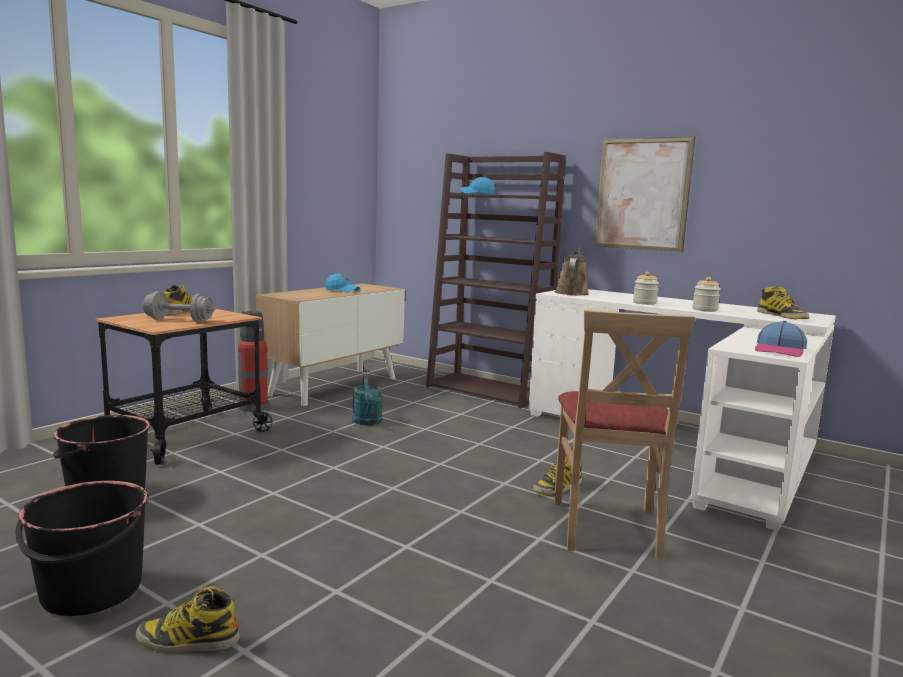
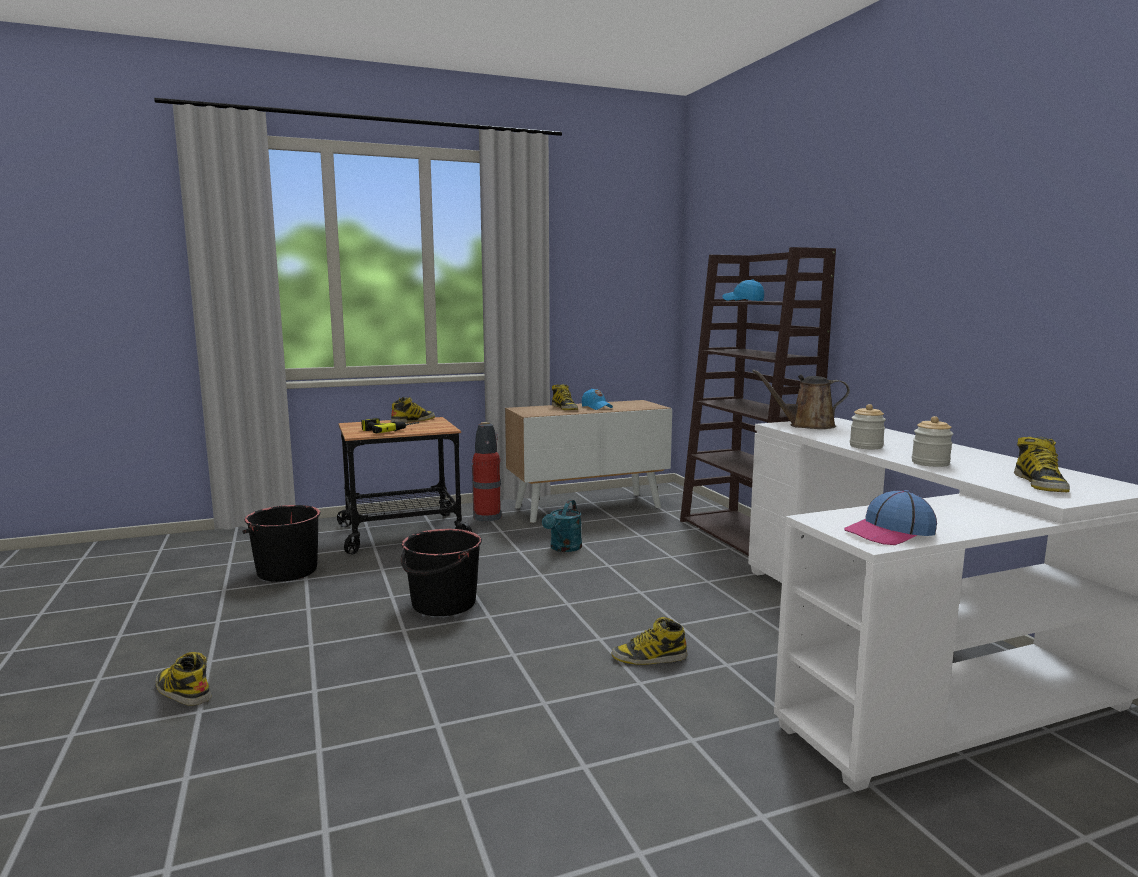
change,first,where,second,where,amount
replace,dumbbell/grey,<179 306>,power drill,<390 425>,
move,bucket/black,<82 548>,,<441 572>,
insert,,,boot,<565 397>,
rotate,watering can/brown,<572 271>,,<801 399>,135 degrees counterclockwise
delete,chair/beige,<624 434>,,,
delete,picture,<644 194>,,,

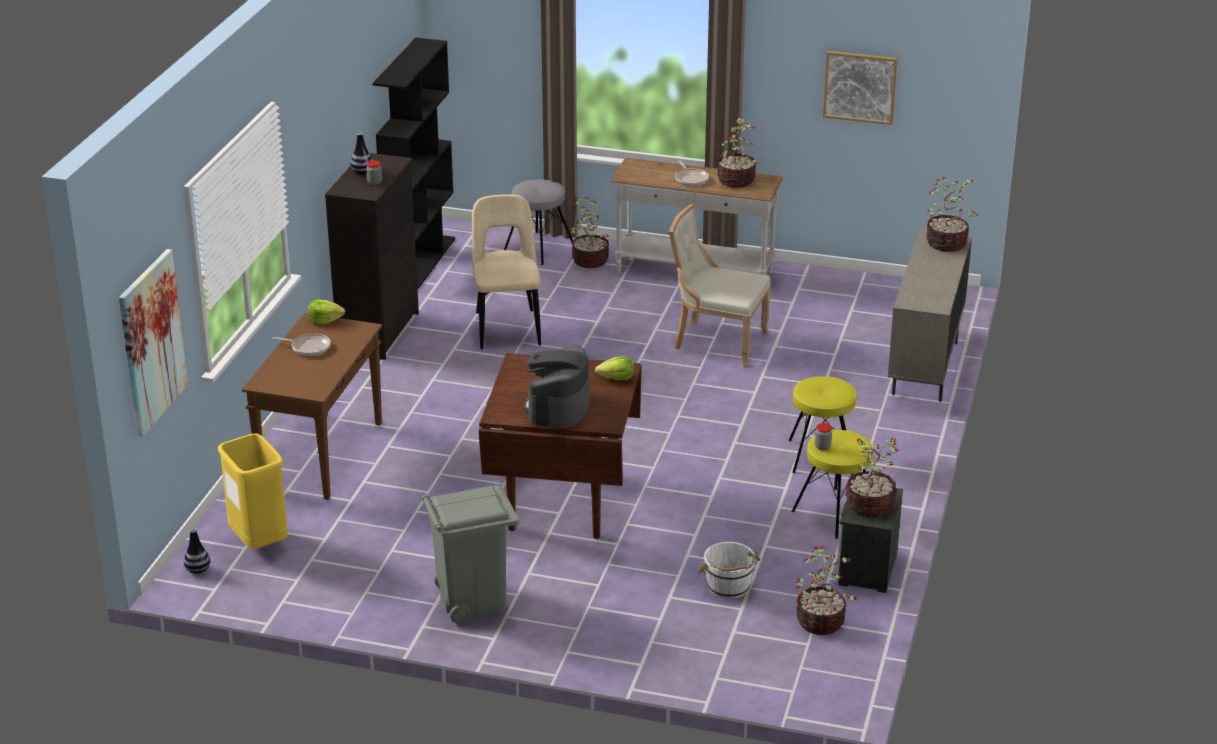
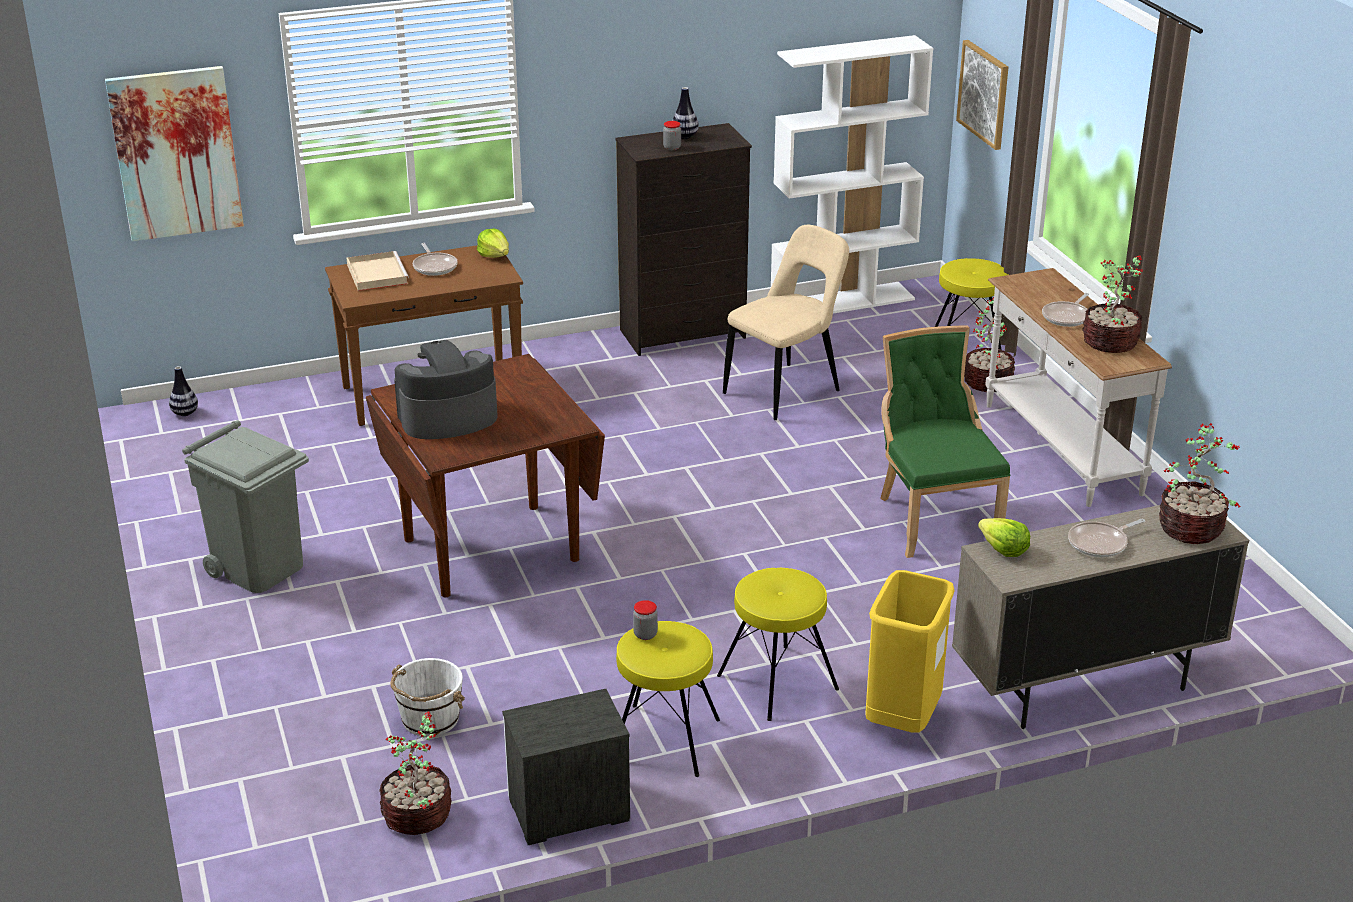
change,first,where,second,where,amount
insert,,,tray/beige,<378 271>,
recolor,bookcase/black,<413 163>,bookcase/white,<852 174>,
move,trash can/yellow,<253 491>,,<910 651>,
recolor,chair/beige,<720 285>,chair/green,<945 442>,
recolor,stool/grey,<538 222>,stool/yellow,<971 304>,
move,picture,<860 88>,,<982 95>,
move,lettuce,<614 368>,,<1004 537>,
insert,,,frying pan,<1106 538>,
delete,potted plant,<872 477>,,,

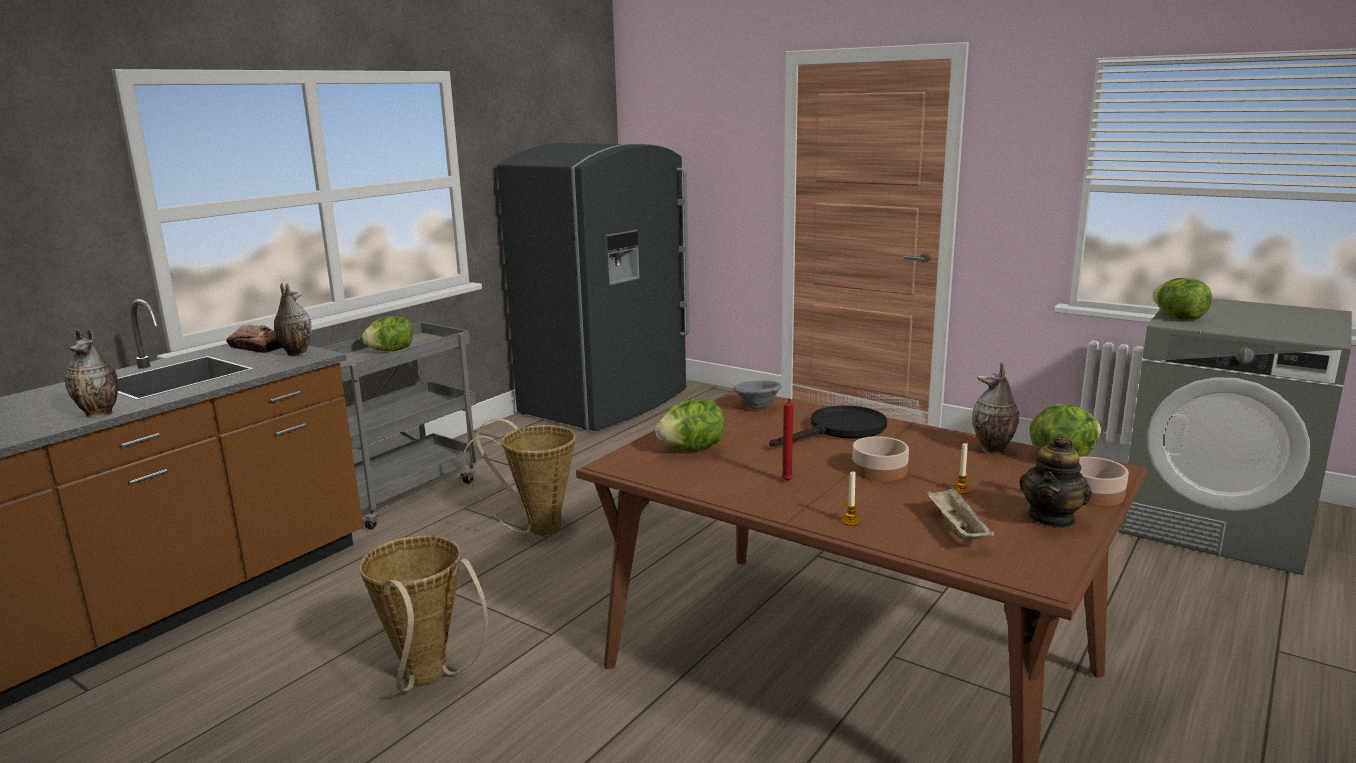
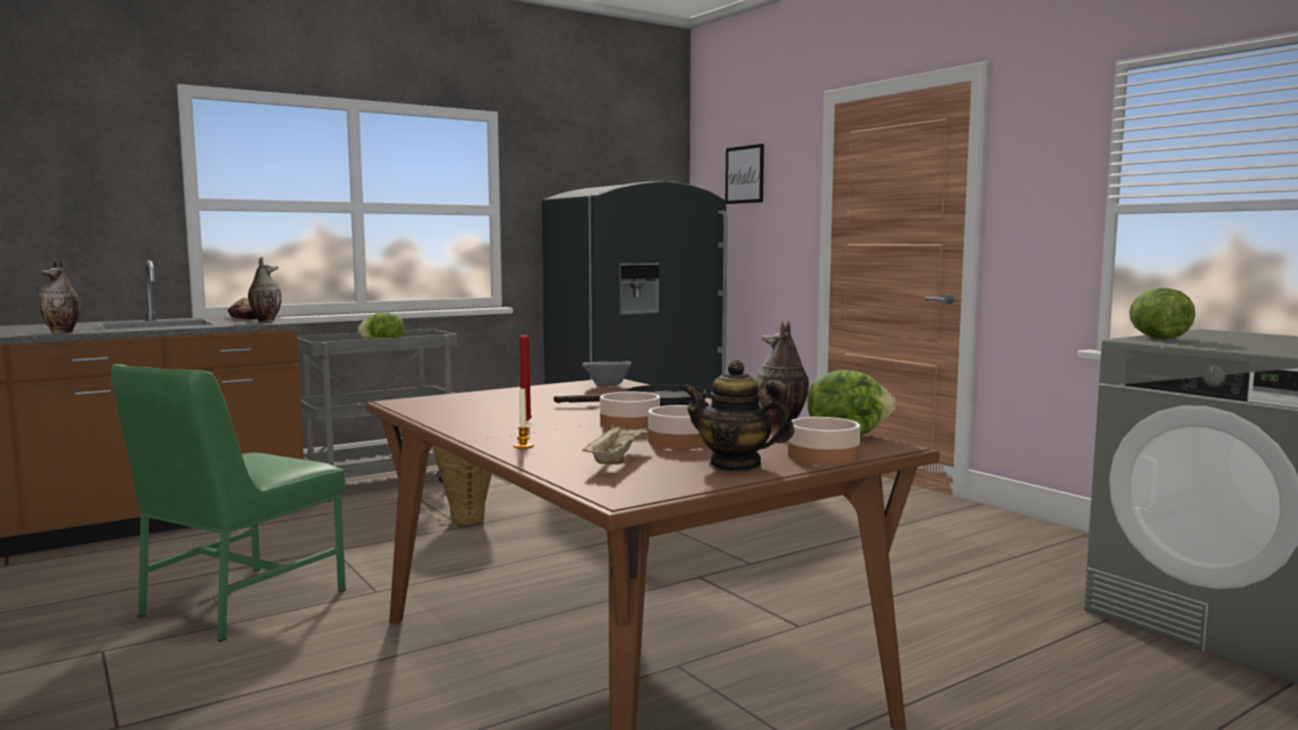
change,first,where,second,where,amount
replace,basket,<423 613>,chair/green,<228 503>,
replace,candle,<961 468>,bowl,<677 427>,
rotate,teapot,<1055 481>,,<738 415>,60 degrees clockwise
insert,,,picture,<744 174>,
delete,lettuce,<690 424>,,,

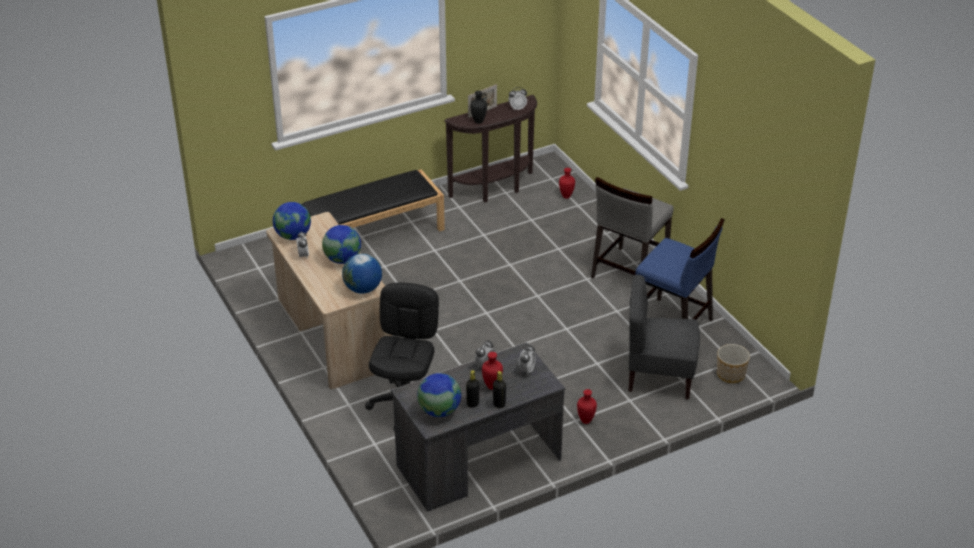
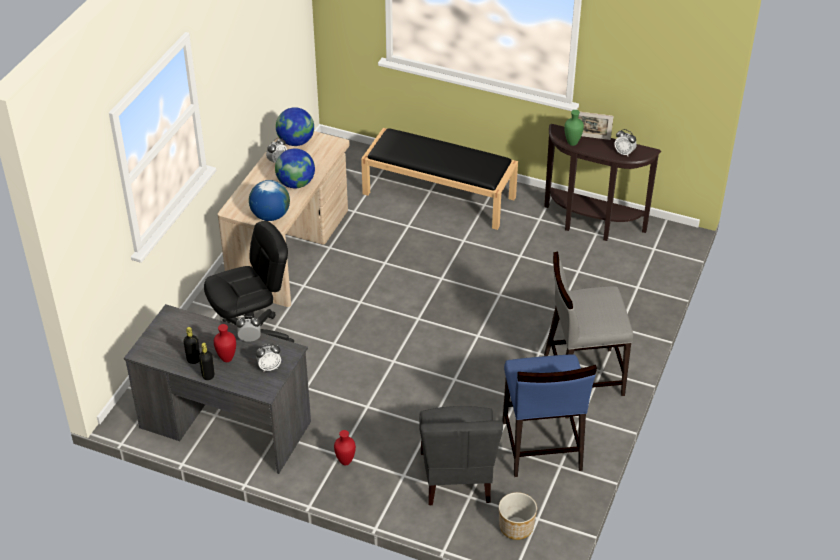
change,first,where,second,where,amount
rotate,chair/grey,<664 337>,,<461 455>,150 degrees counterclockwise
recolor,vase/black,<478 107>,vase/green,<574 128>,
delete,globe,<439 395>,,,
delete,vase/red,<567 183>,,,

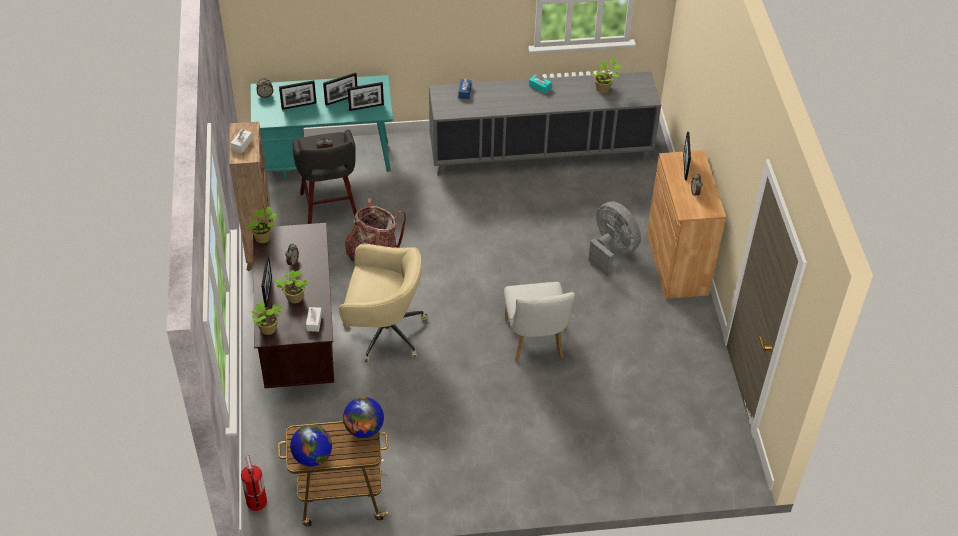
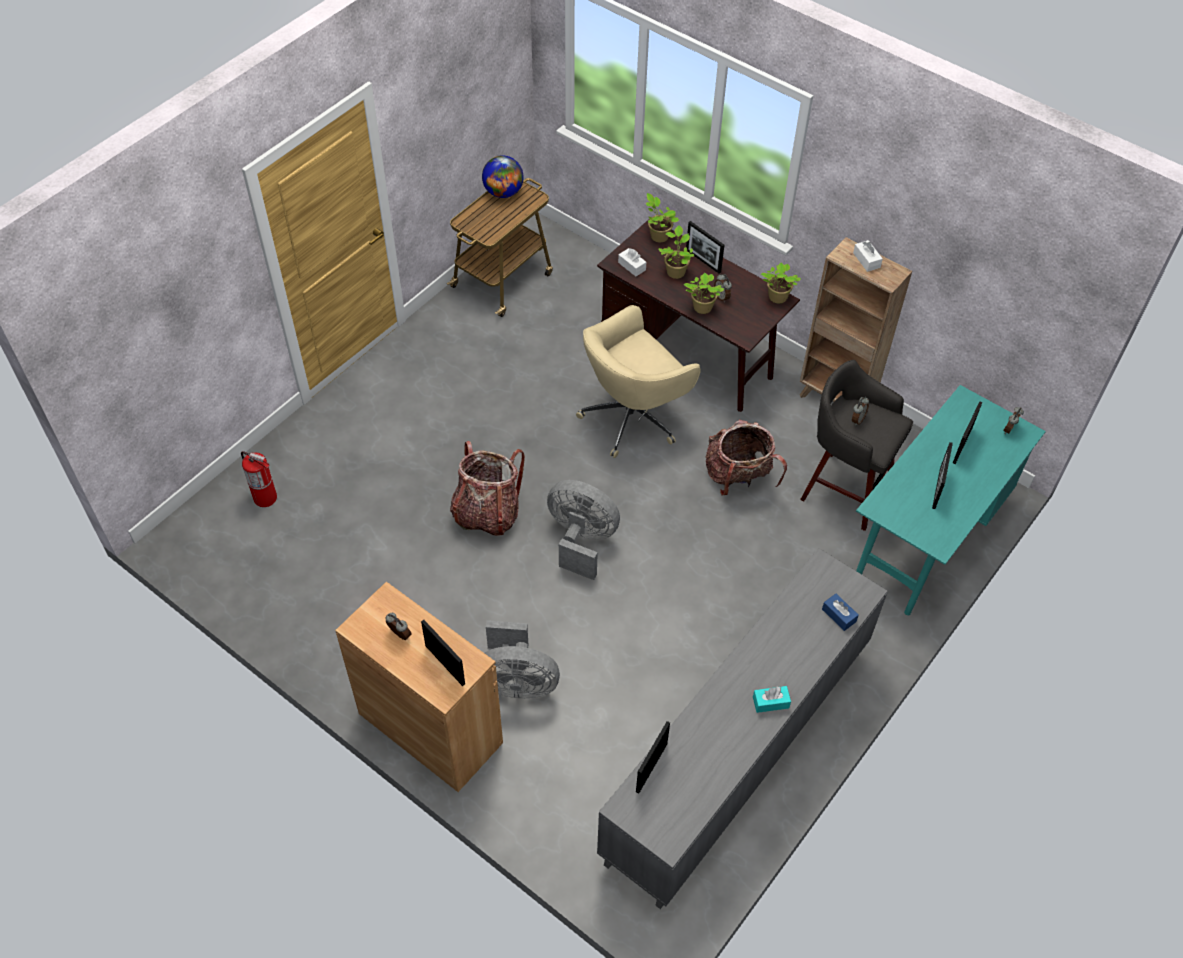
change,first,where,second,where,amount
move,fire extinguisher,<254 483>,,<259 479>,
replace,chair/white,<539 322>,backpack,<487 488>,
insert,,,fan/grey,<583 530>,
move,picture frame,<365 96>,,<653 757>,
move,potted plant,<607 75>,,<704 293>,
delete,globe,<363 417>,,,

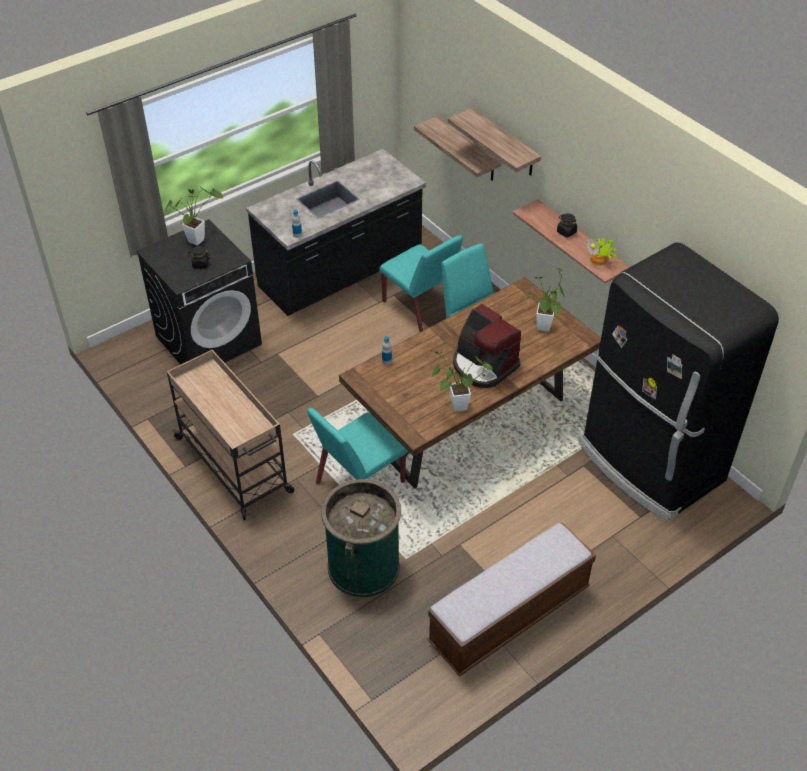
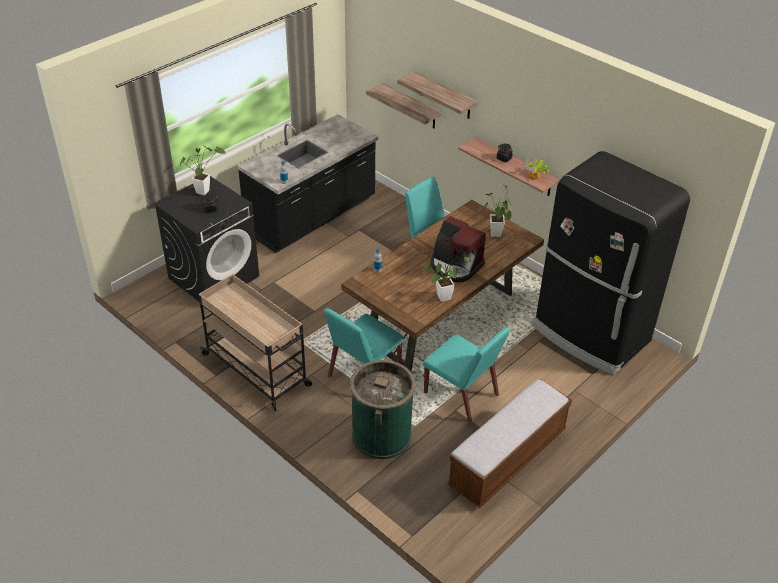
change,first,where,second,where,amount
move,chair/turquoise,<421 283>,,<466 374>,

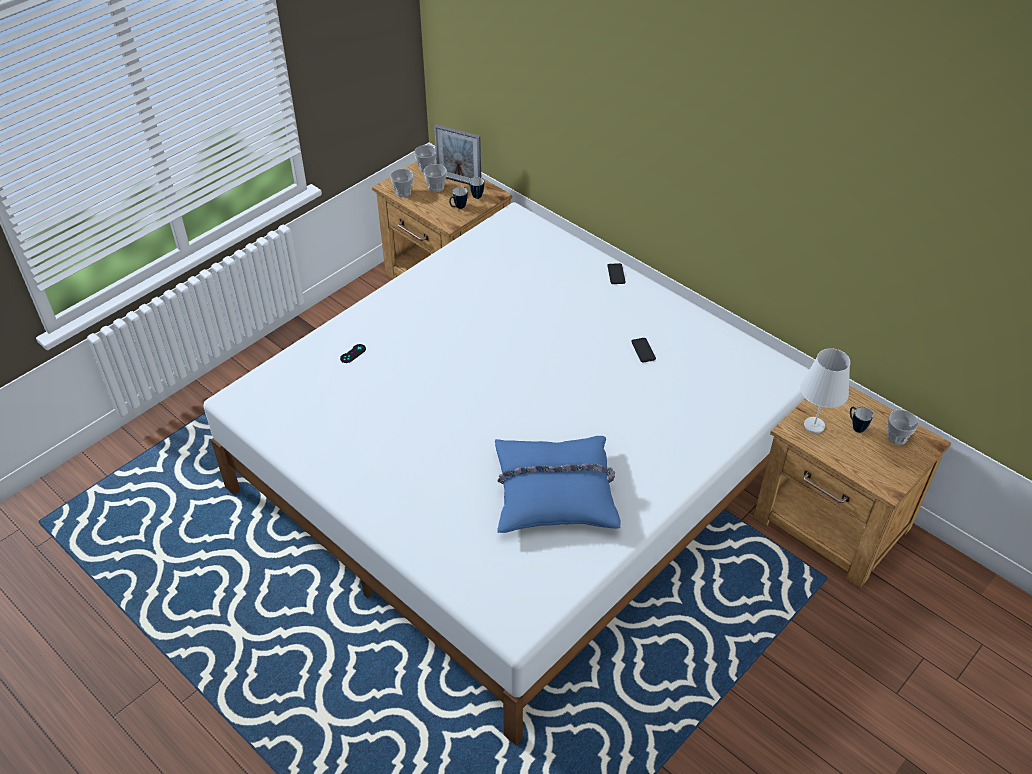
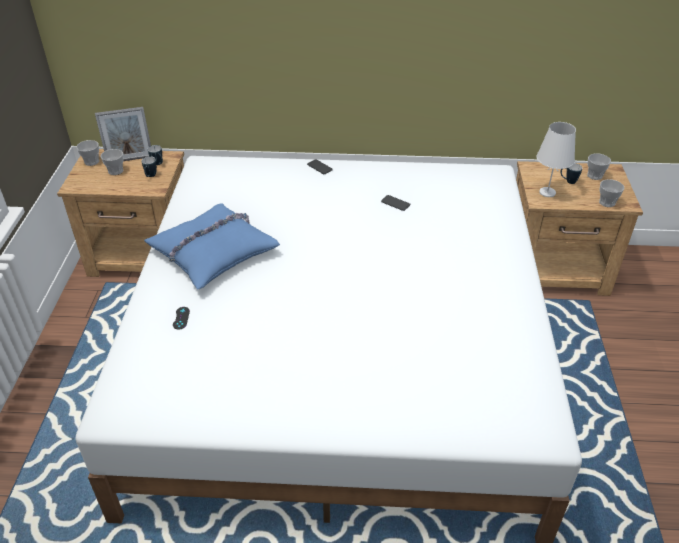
change,first,where,second,where,amount
move,pillow/blue,<558 484>,,<212 246>,
move,cup,<402 183>,,<612 193>,

